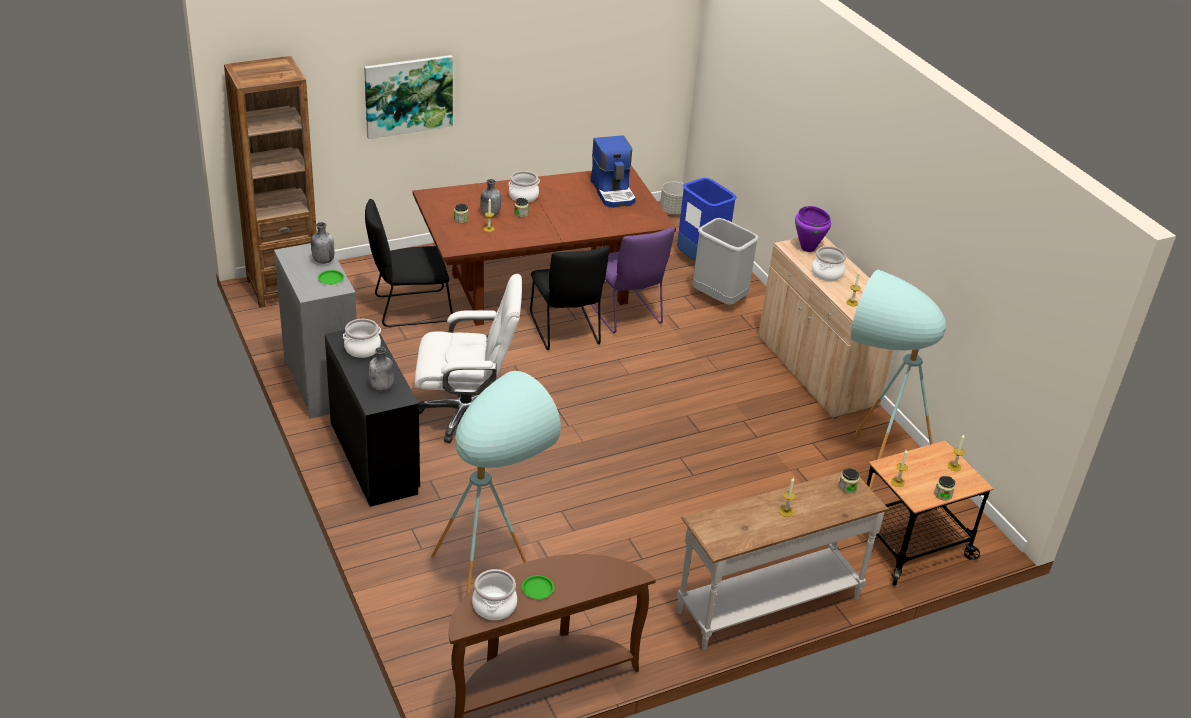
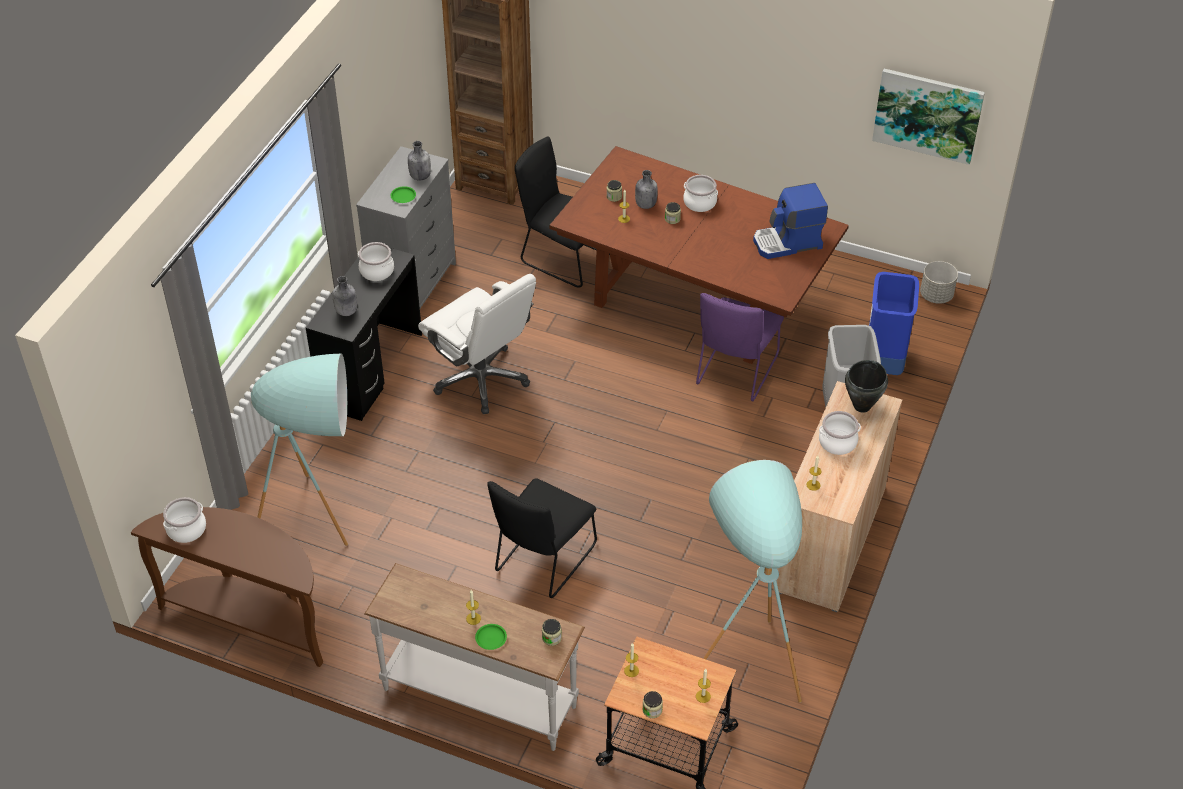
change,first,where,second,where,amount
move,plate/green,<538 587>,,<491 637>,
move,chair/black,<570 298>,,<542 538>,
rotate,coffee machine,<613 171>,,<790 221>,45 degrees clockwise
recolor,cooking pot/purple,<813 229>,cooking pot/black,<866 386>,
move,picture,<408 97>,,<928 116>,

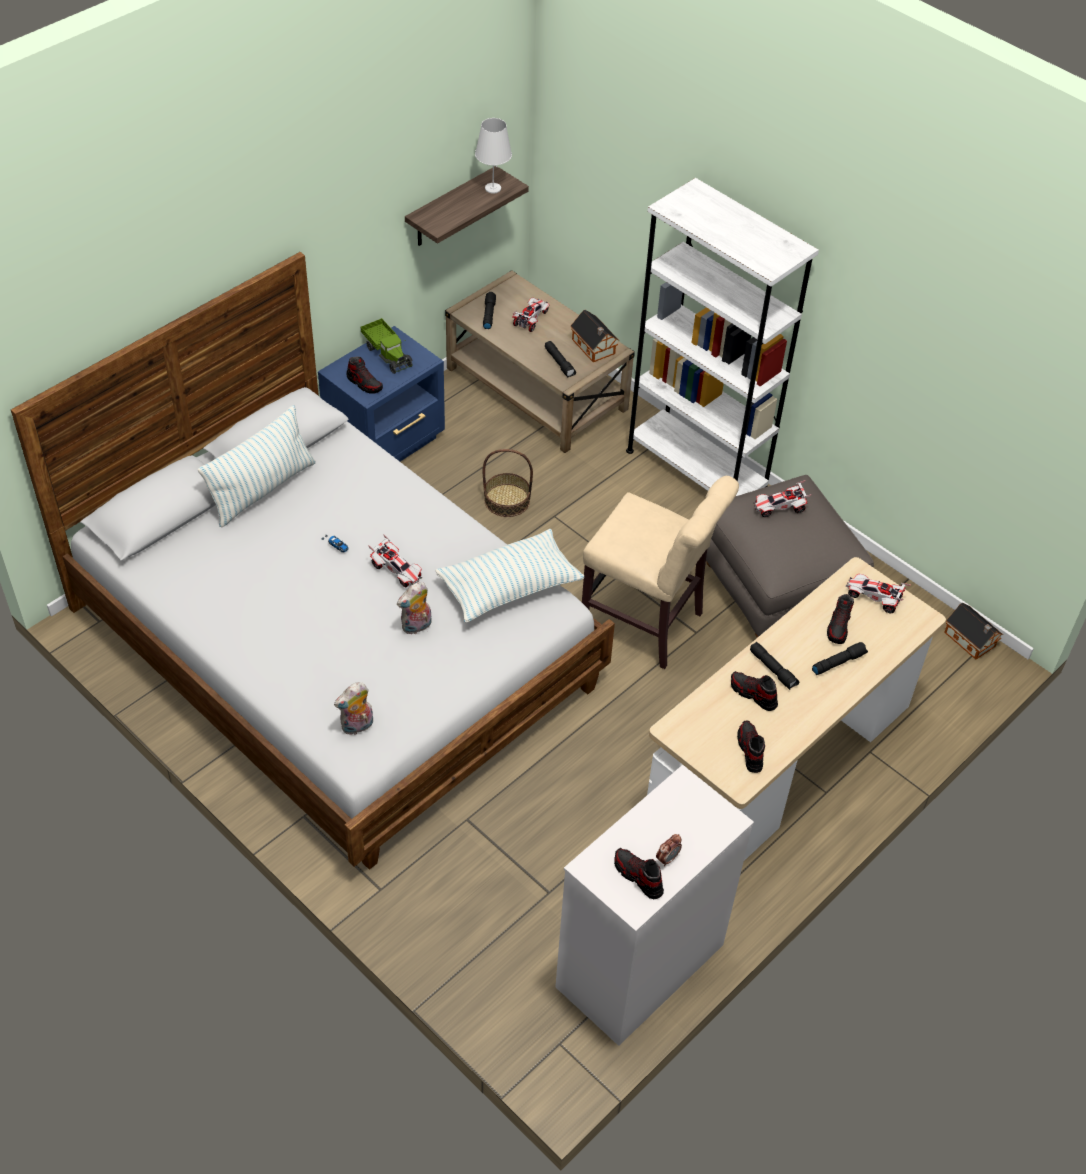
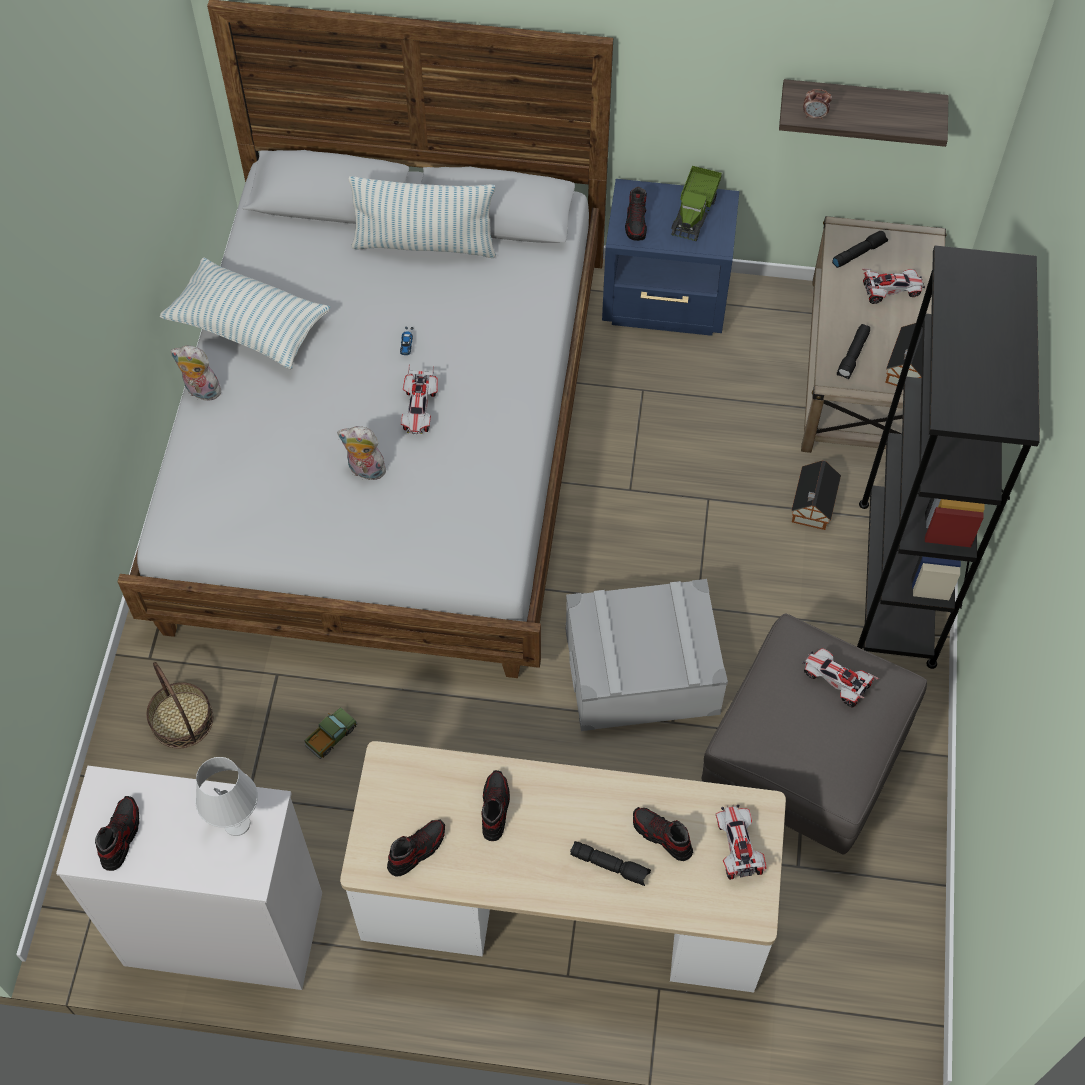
change,first,where,second,where,amount
move,basket,<508 483>,,<179 705>,
move,pillow,<509 576>,,<245 313>,
move,plush toy,<353 708>,,<197 373>,
move,table lamp/white,<493 156>,,<227 796>,
insert,,,toy truck,<330 733>,
replace,chair/beige,<660 572>,storage box/grey,<647 655>,
rotate,shoe,<840 619>,,<663 834>,60 degrees clockwise
move,toy house,<973 631>,,<816 495>,
move,alarm clock,<669 850>,,<817 104>,
recolor,bookcase/white,<722 337>,bookcase/black,<948 457>,
delete,flashlight/black,<775 666>,,,

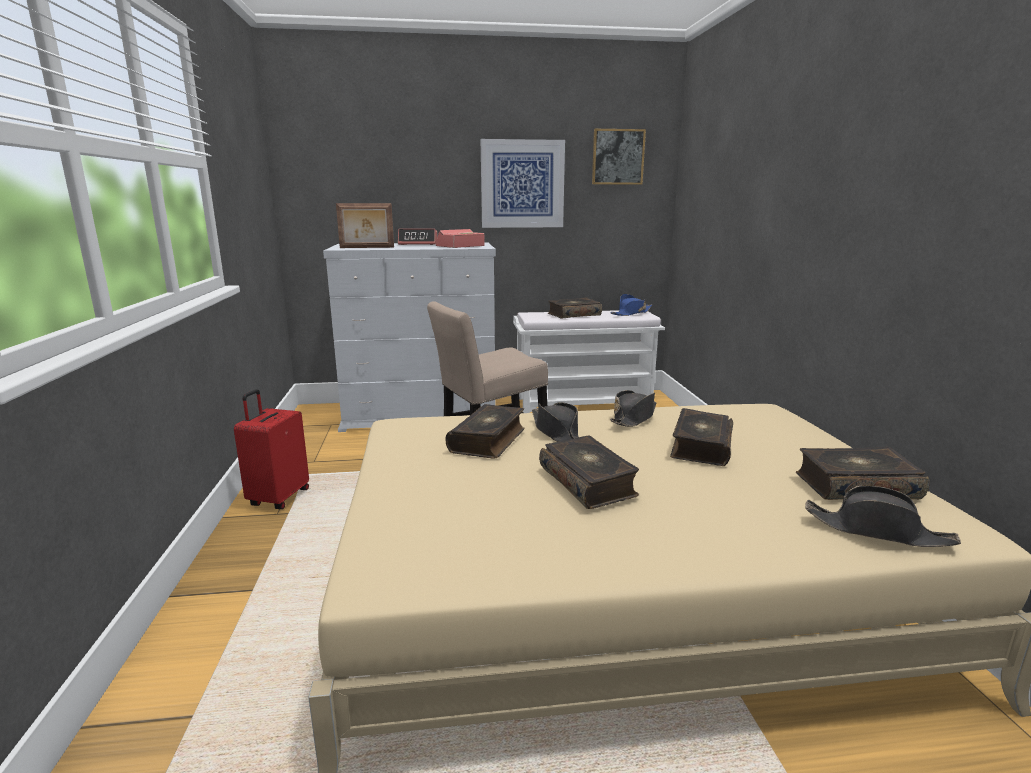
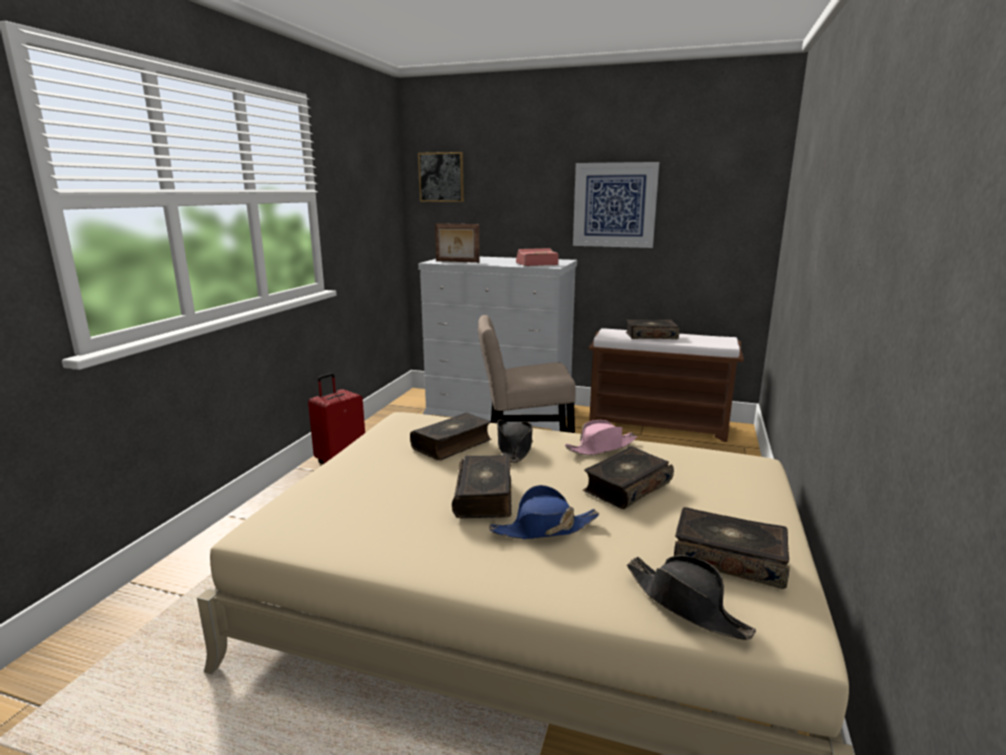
change,first,where,second,where,amount
move,picture,<619 157>,,<441 177>,
move,hat/blue,<631 305>,,<544 512>,
recolor,hat/black,<633 408>,hat/pink,<601 437>,
recolor,bench/white,<589 361>,bench/brown,<666 385>,
delete,alarm clock,<418 237>,,,

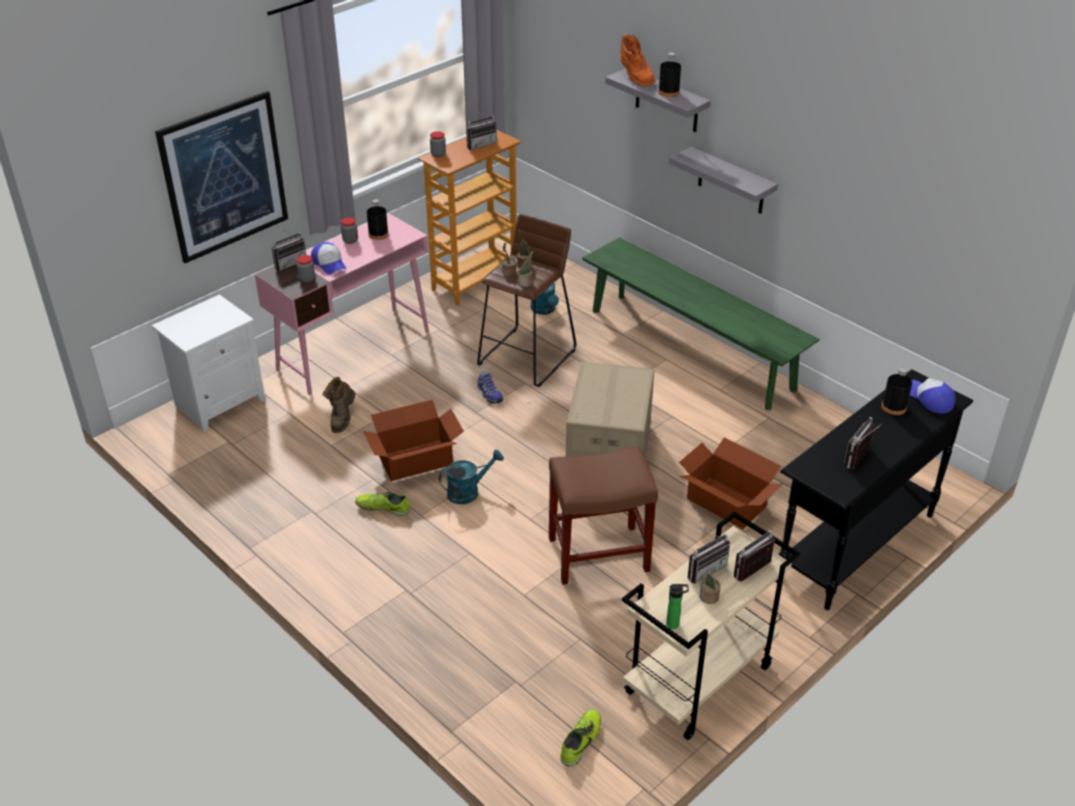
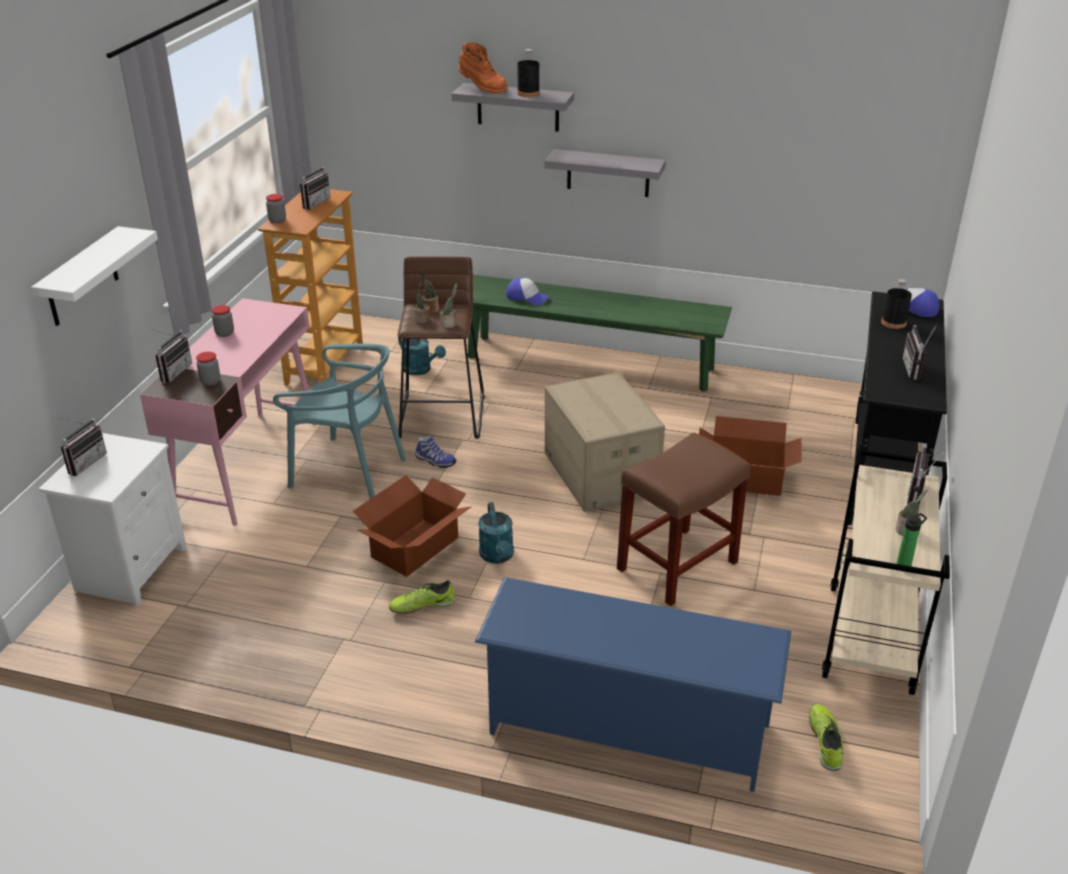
change,first,where,second,where,amount
replace,picture,<221 177>,shelf/white,<94 276>,
move,radio,<709 555>,,<83 447>,
insert,,,chair/turquoise,<339 421>,
insert,,,shoe rack/blue,<633 684>,
rotate,watering can/turquoise,<471 477>,,<496 533>,135 degrees clockwise
move,cap,<328 258>,,<527 291>,
delete,boot/brown,<338 405>,,,
delete,bottle/black,<378 219>,,,

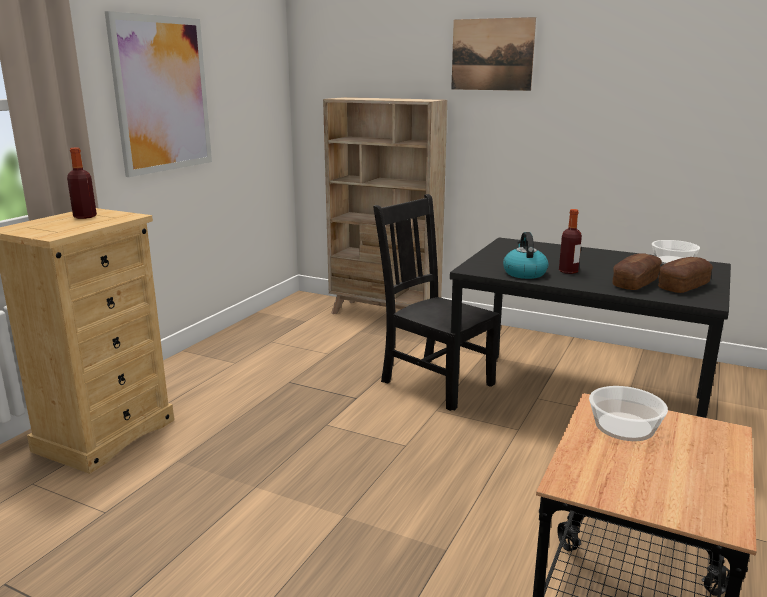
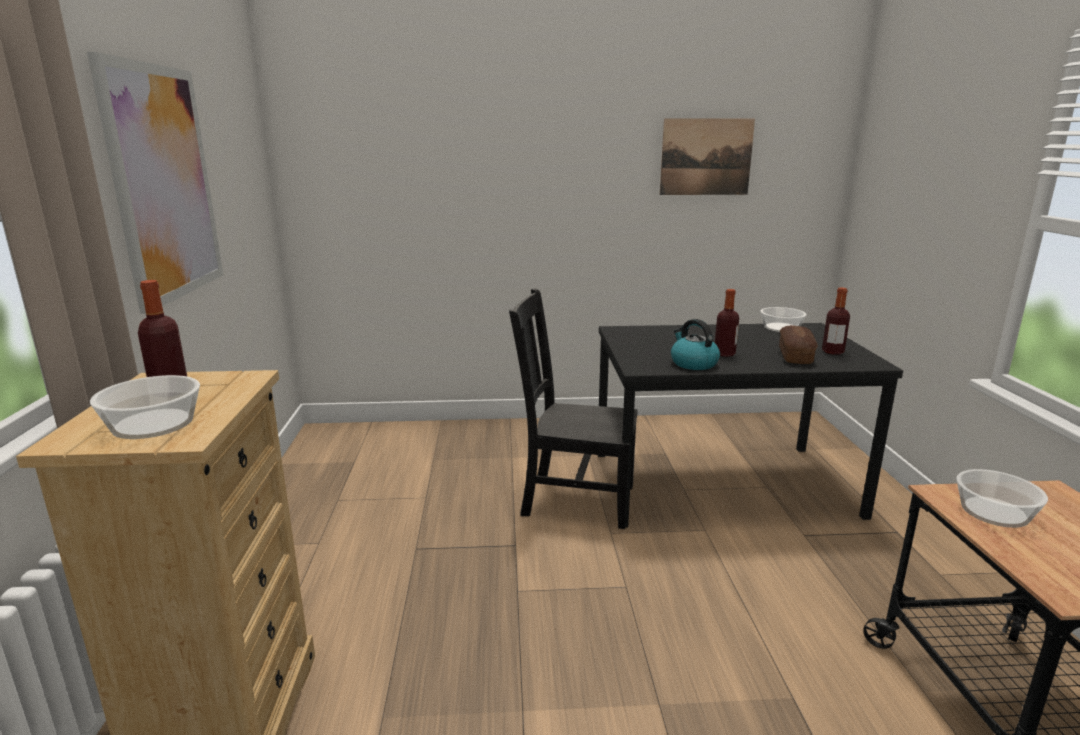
change,first,where,second,where,amount
insert,,,bowl,<145 407>,
move,picture,<493 54>,,<707 157>,
replace,bread,<685 275>,bottle,<836 321>,
delete,bookcase/beige,<385 205>,,,

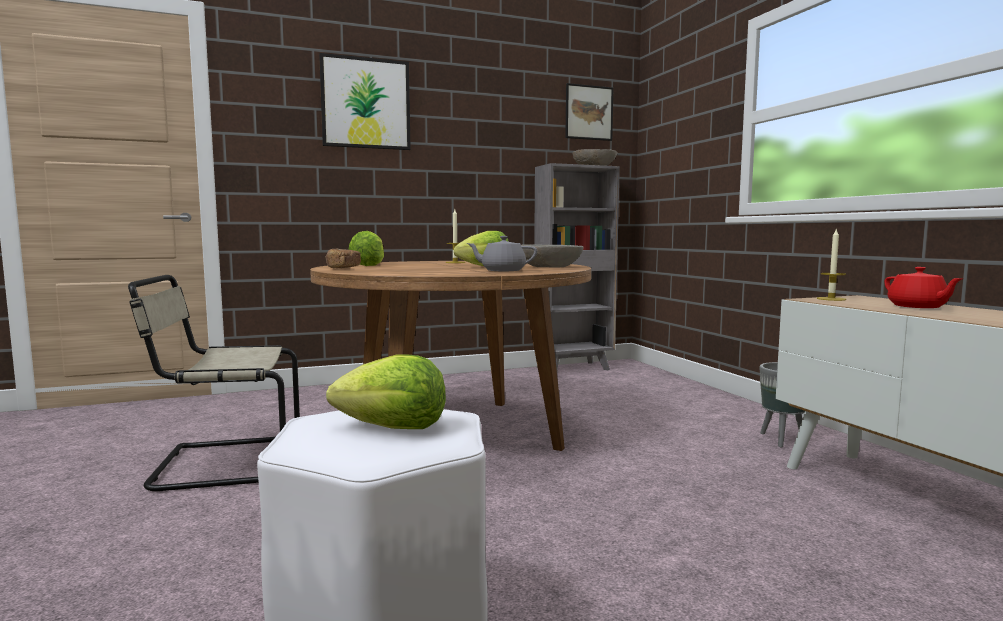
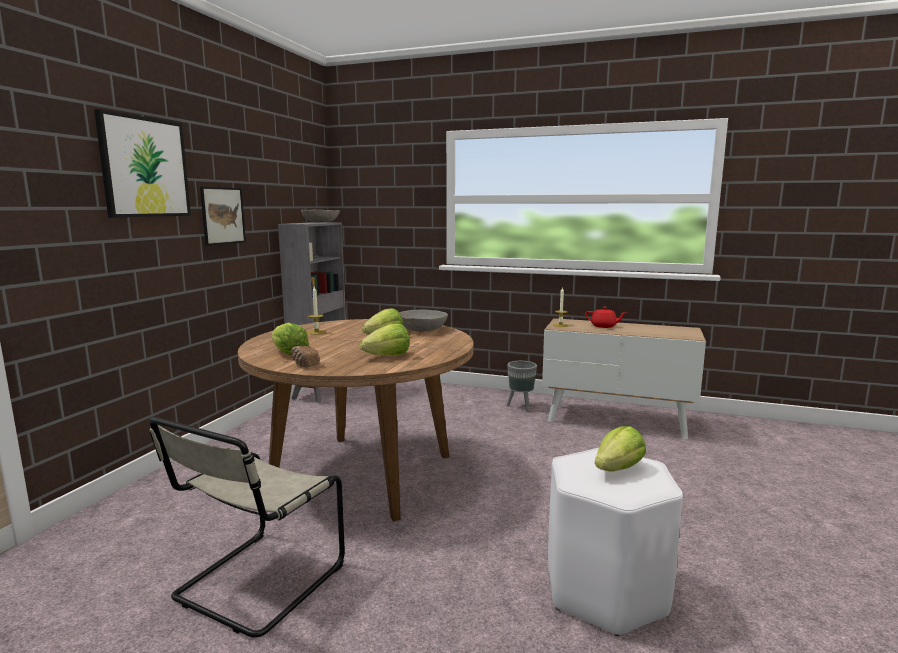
change,first,where,second,where,amount
move,picture,<589 112>,,<223 216>,
insert,,,lettuce,<385 339>,
delete,teapot/grey,<501 253>,,,

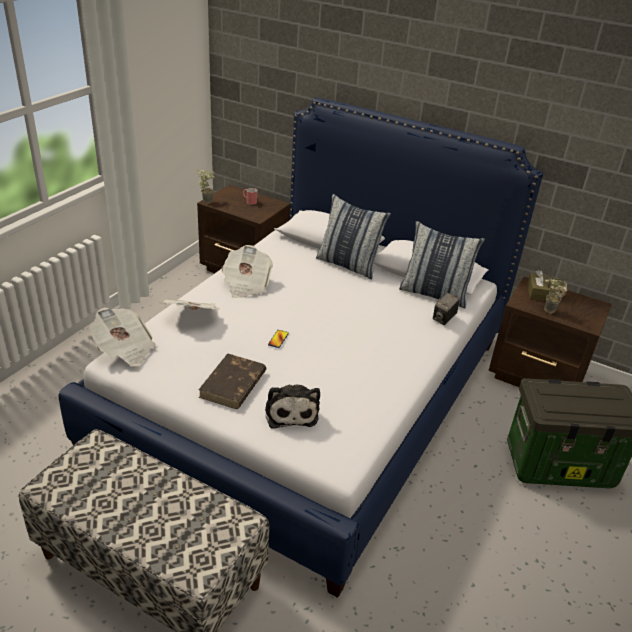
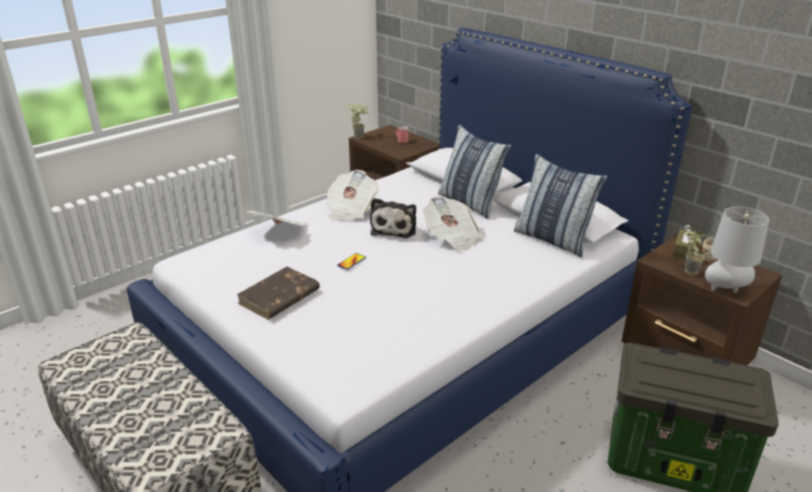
change,first,where,second,where,amount
move,plush toy,<292 406>,,<393 218>,
move,newspaper,<122 337>,,<452 224>,
insert,,,table lamp/grey,<737 250>,
delete,photo camera,<446 309>,,,

